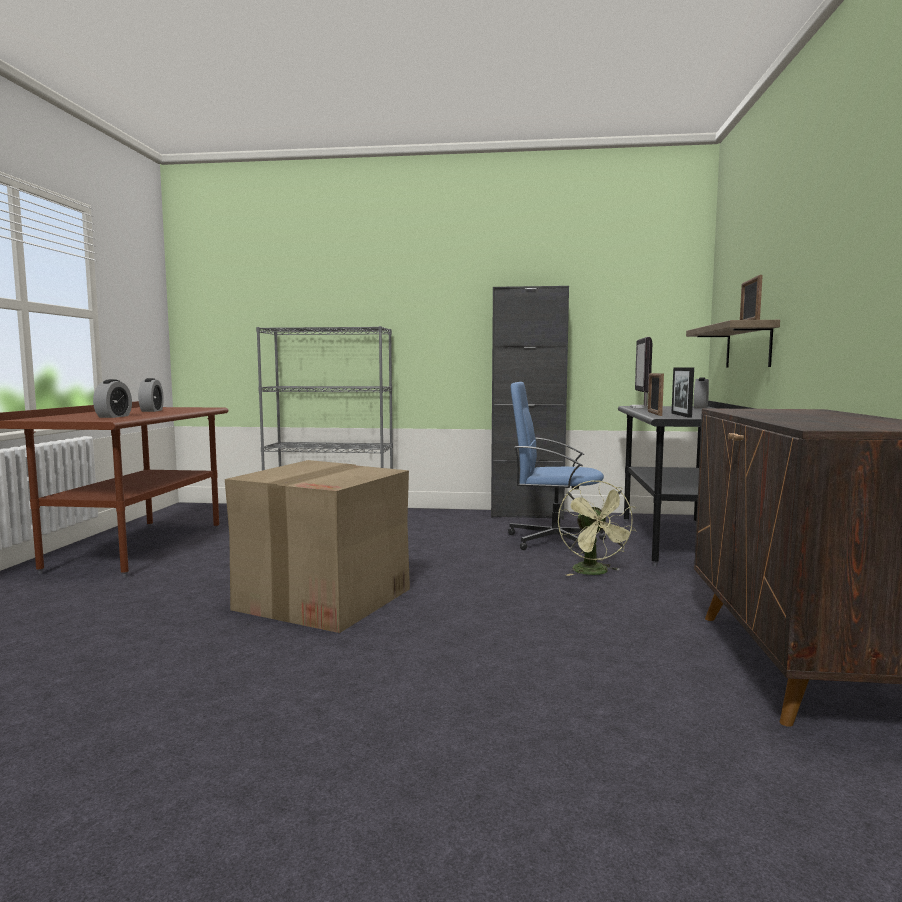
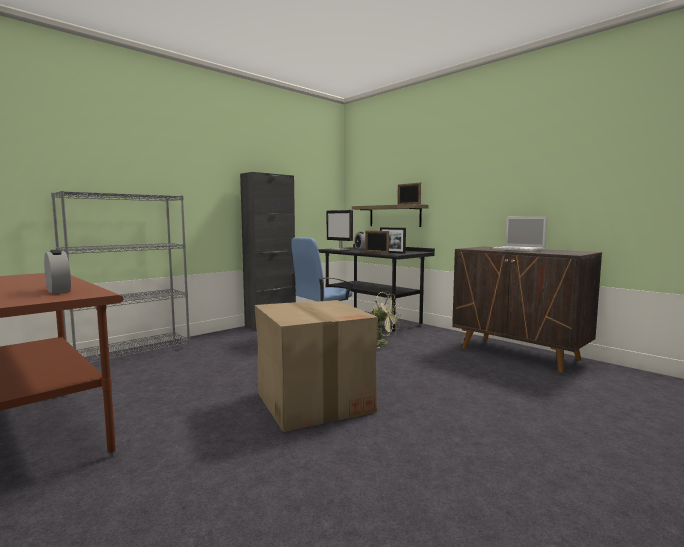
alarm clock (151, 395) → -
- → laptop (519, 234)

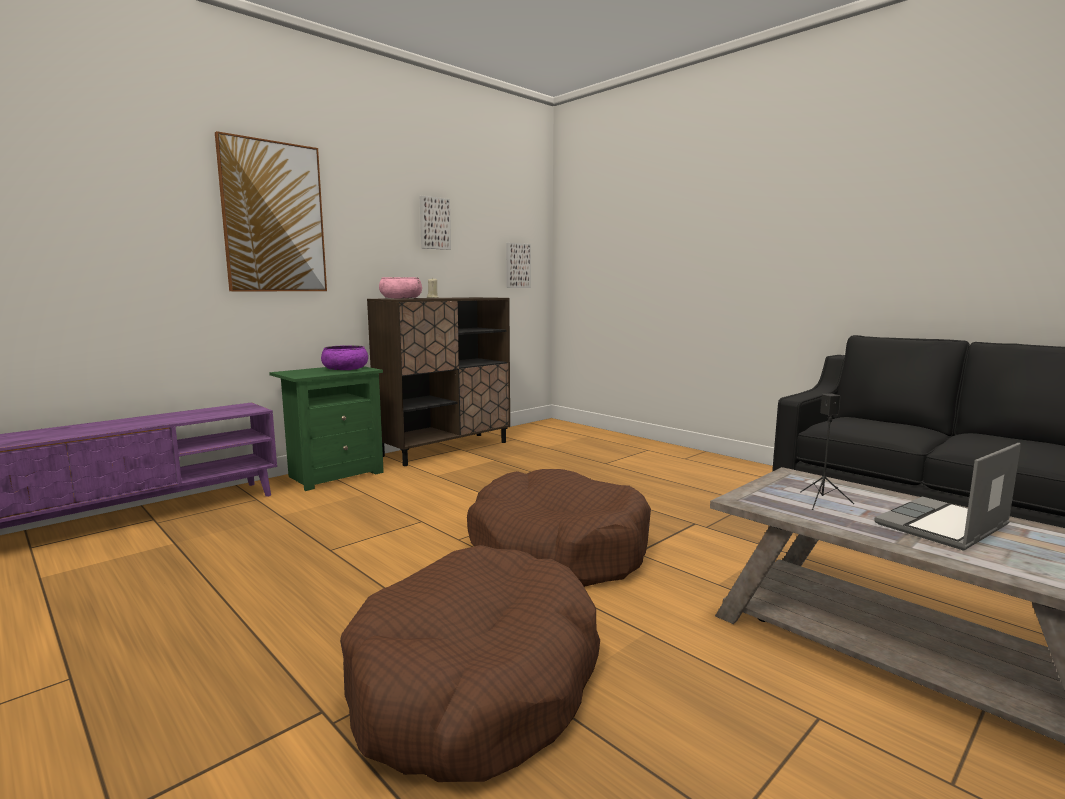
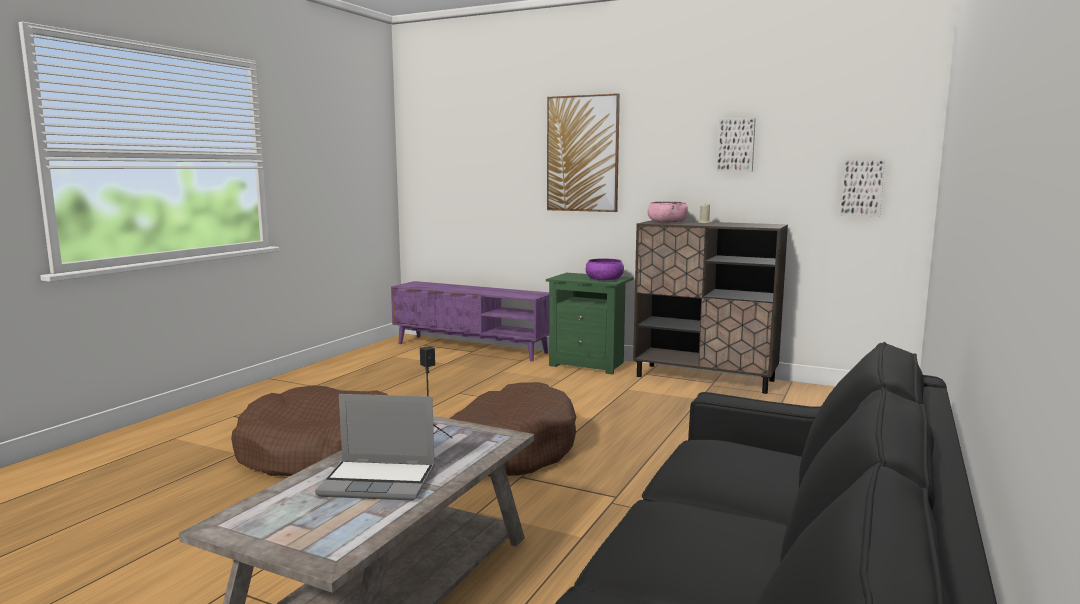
laptop (947, 497) → laptop (375, 447), 150 degrees clockwise

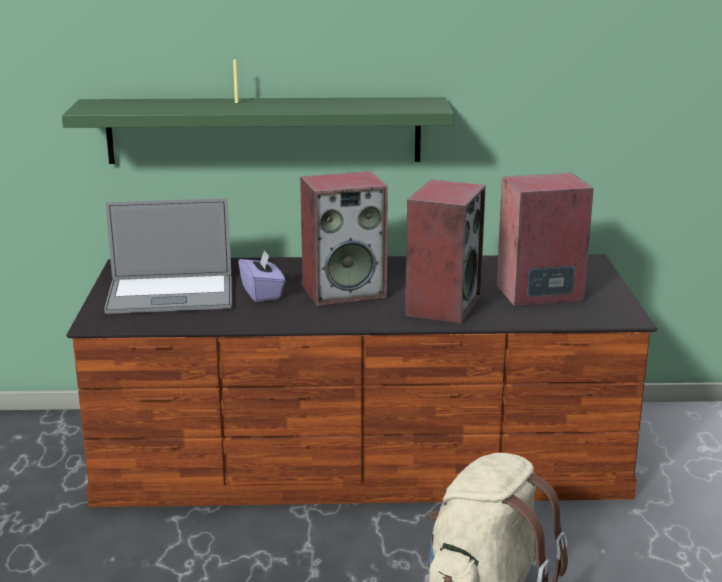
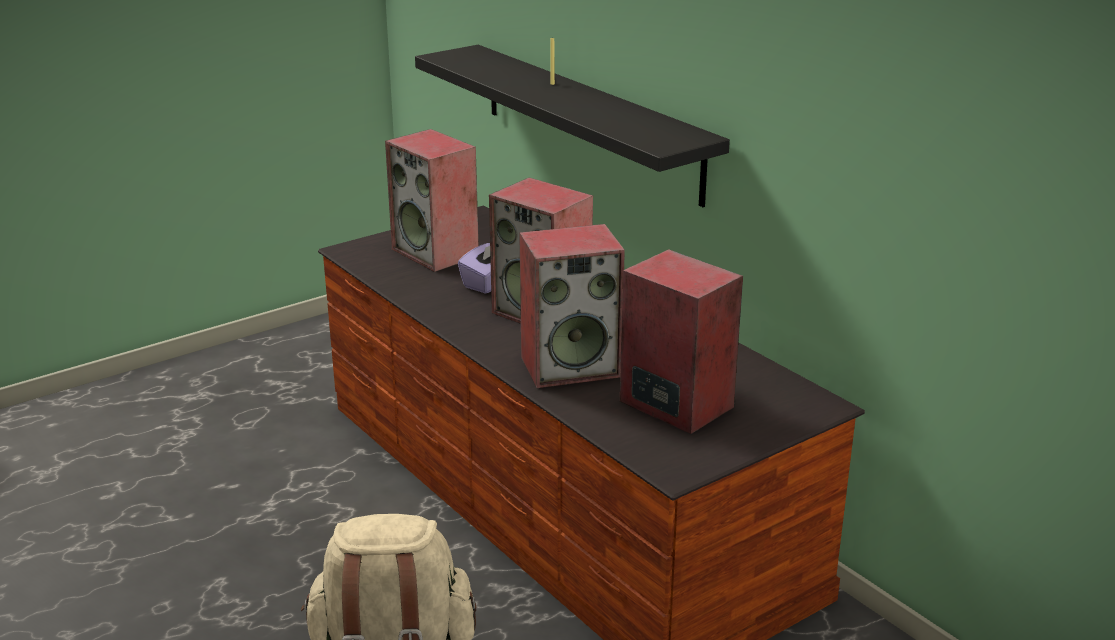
laptop (168, 256) → speaker (432, 200)
green shelf (258, 130) → black shelf (572, 126)

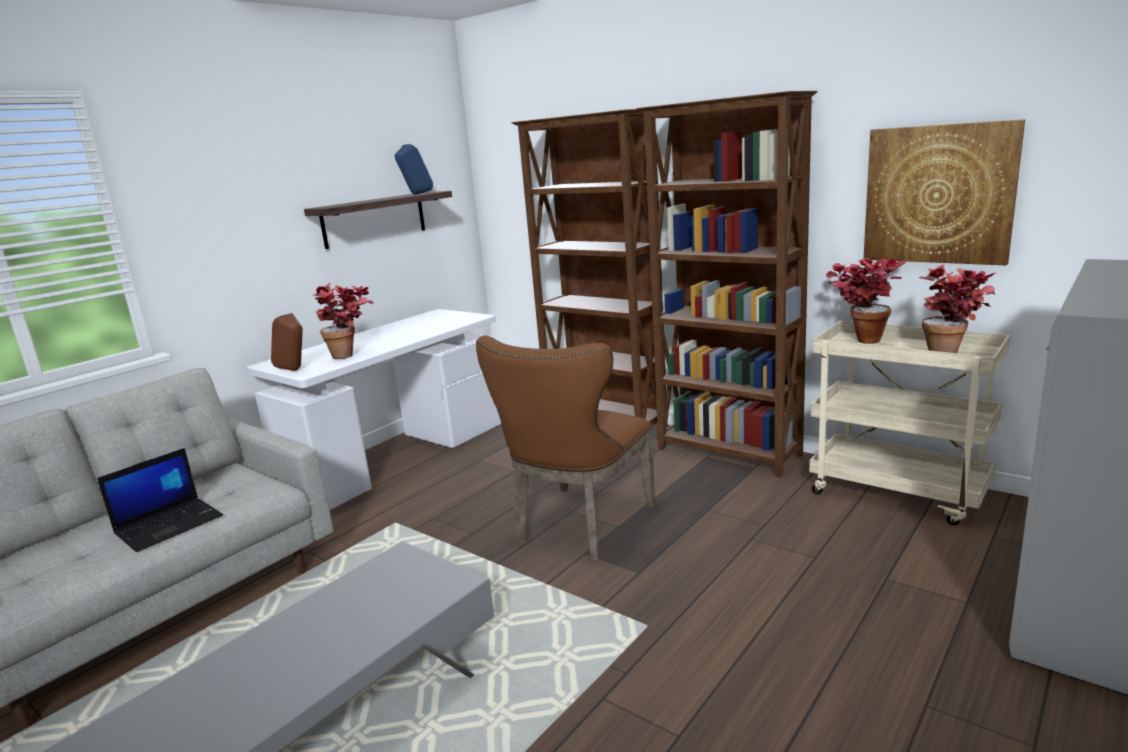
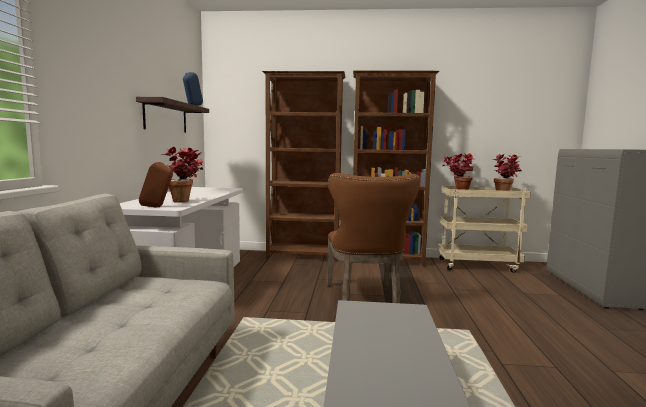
laptop (160, 500) → -
picture (944, 192) → -

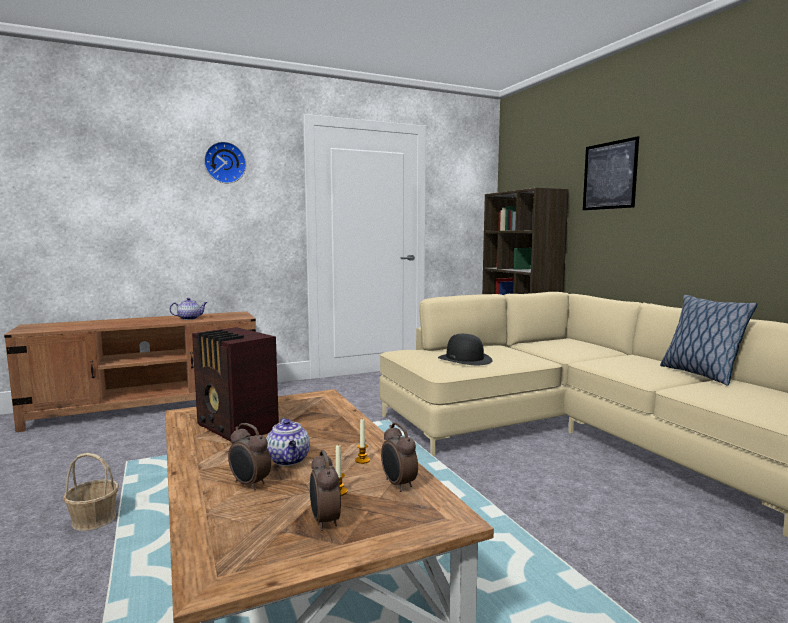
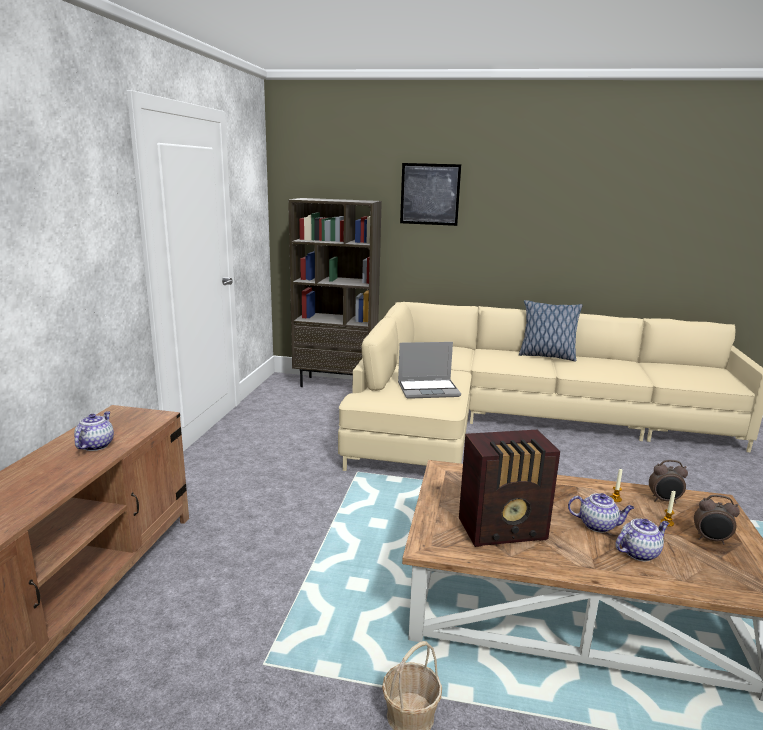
wall clock (225, 162) → -
alarm clock (249, 457) → teapot (642, 539)
black hat (465, 349) → laptop (429, 370)

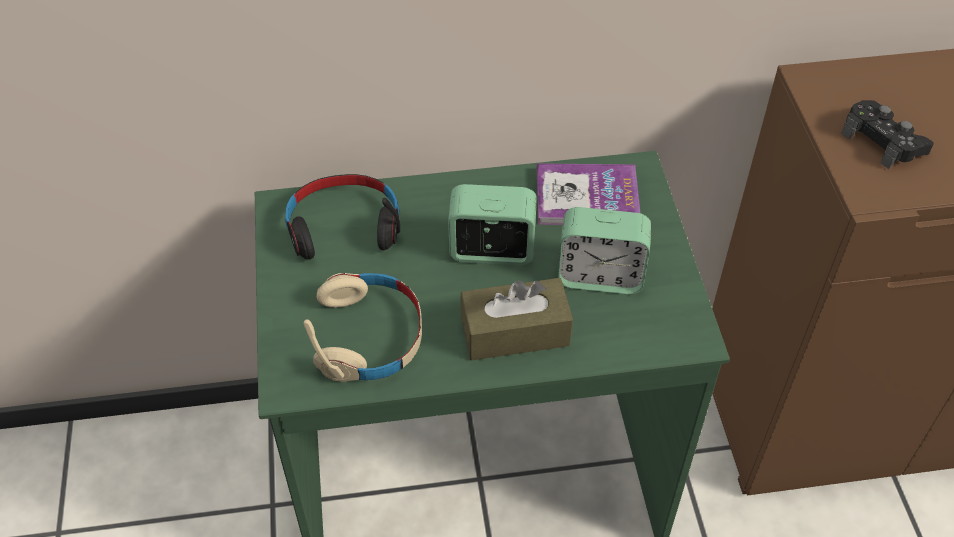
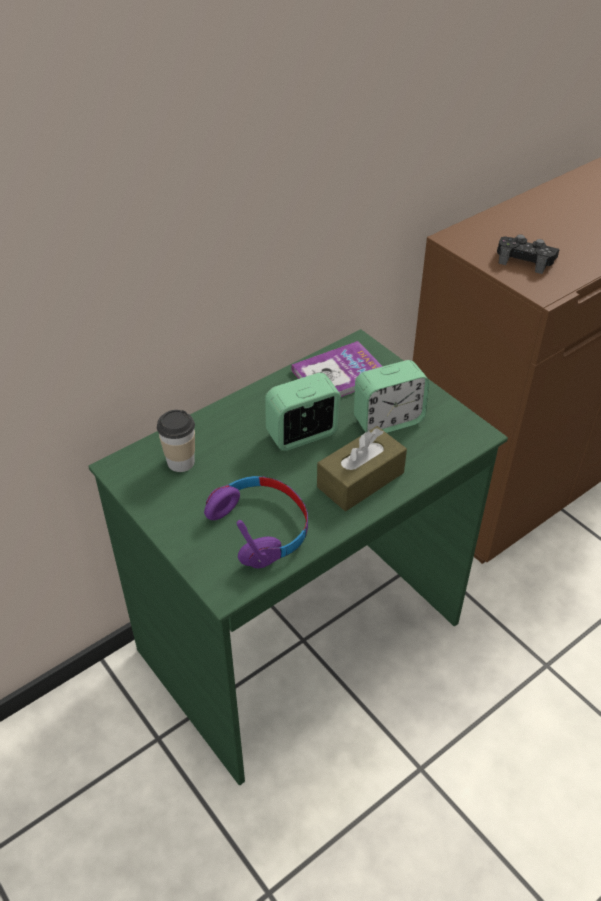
black headphones (342, 216) → cup (176, 441)
beige headphones (362, 327) → purple headphones (256, 522)

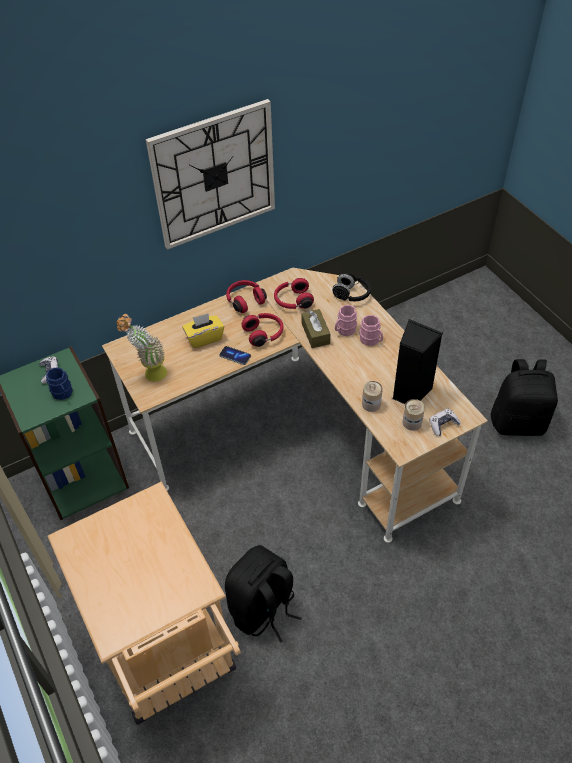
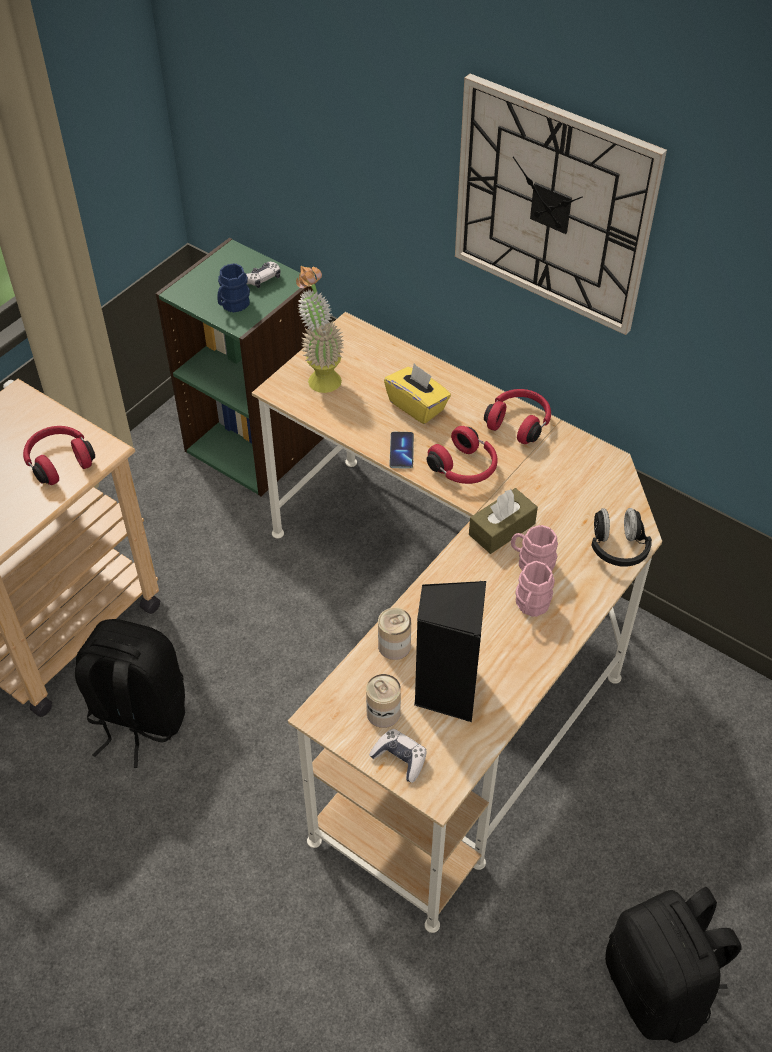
red headphones (294, 293) → red headphones (59, 455), relocated

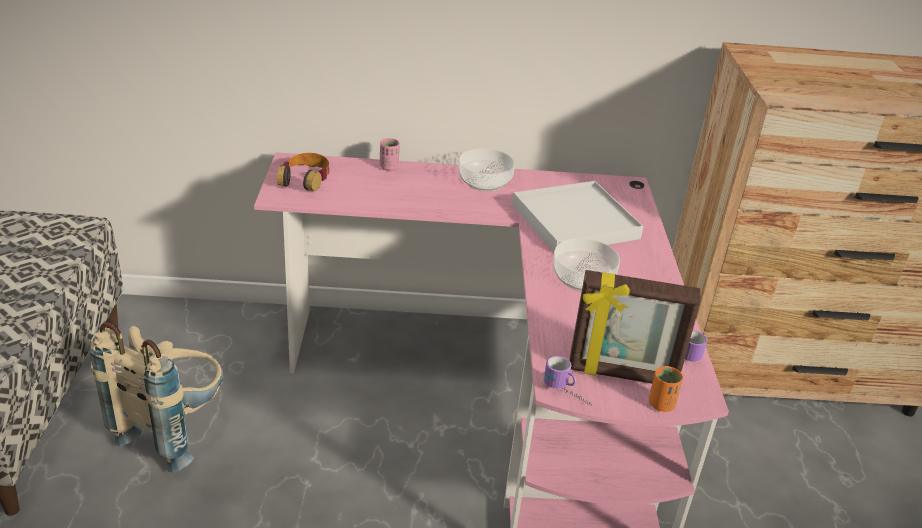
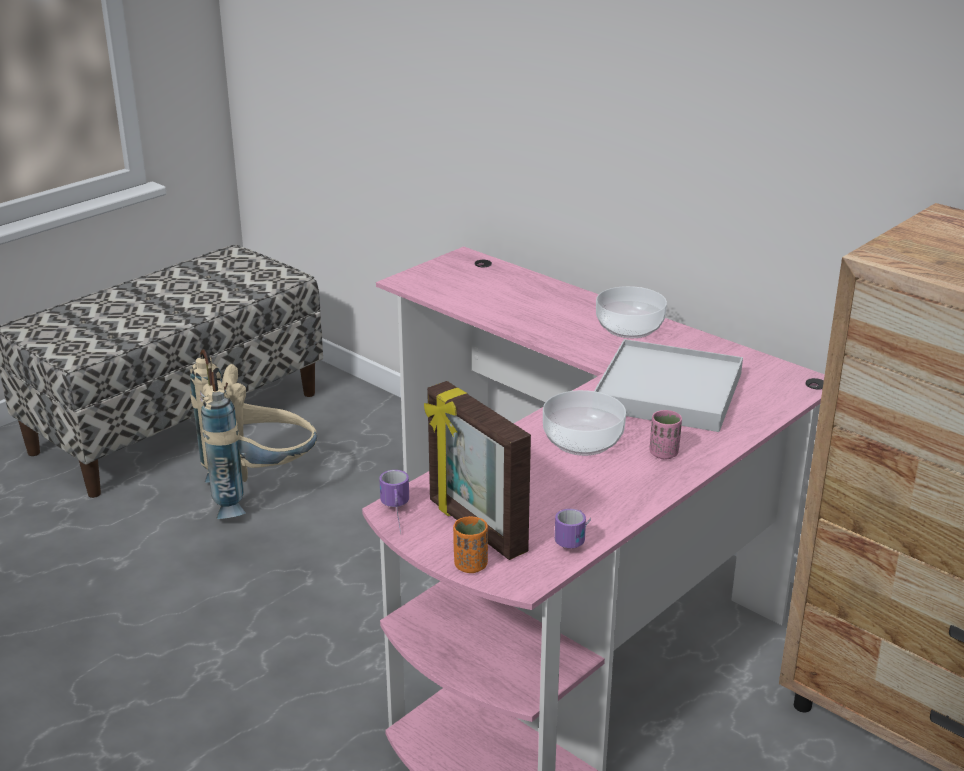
headphones (303, 172) → -
pink cup (390, 154) → pink cup (665, 434), relocated

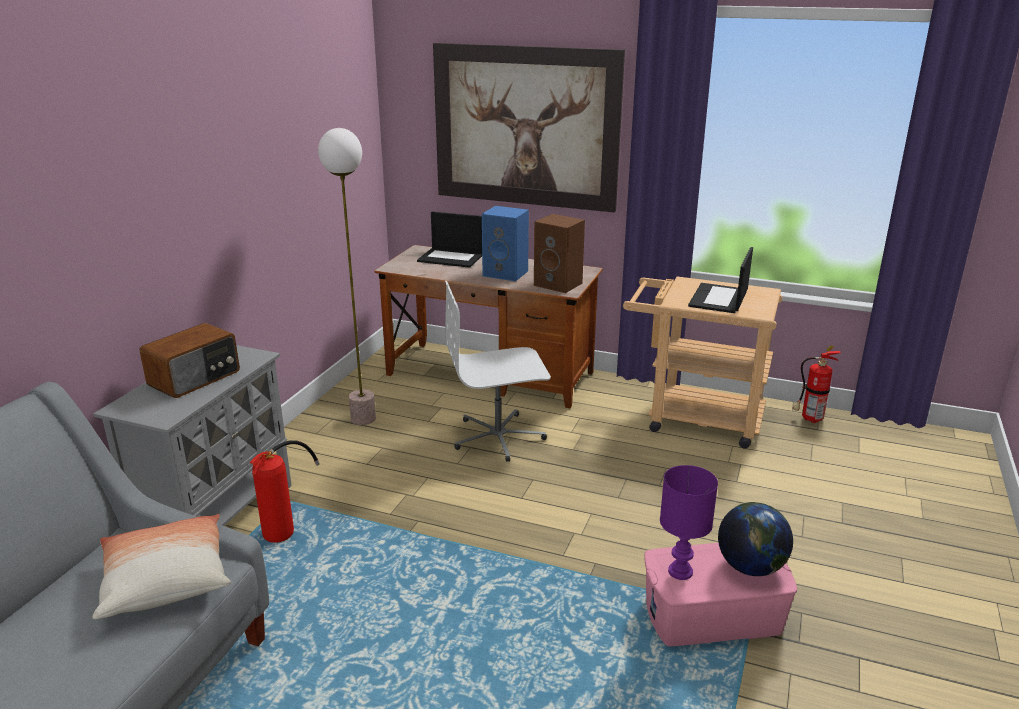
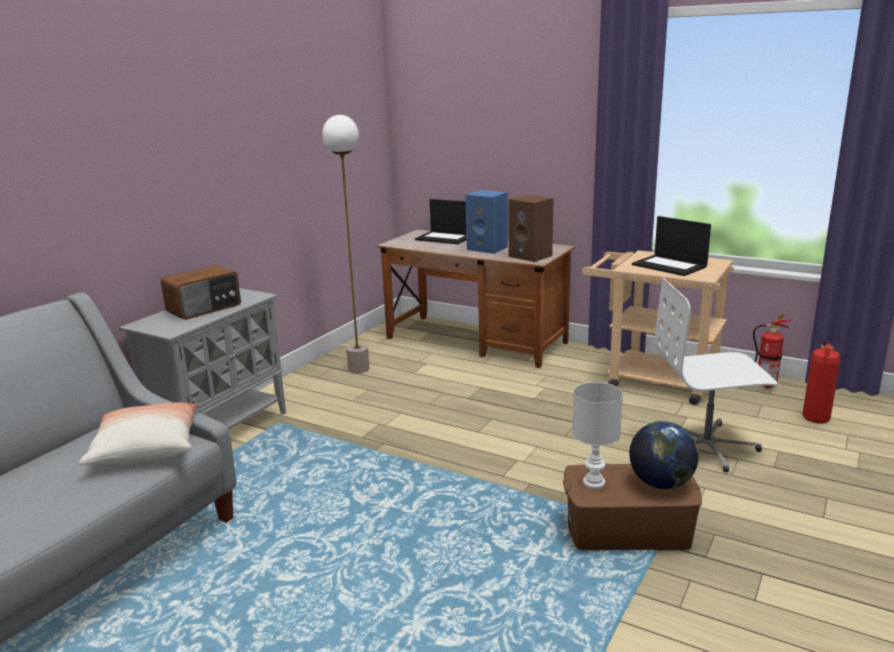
picture (529, 128) → -
fire extinguisher (285, 491) → fire extinguisher (821, 382), relocated
white office chair (498, 371) → white office chair (716, 375), relocated
pink storage box (720, 595) → brown storage box (632, 507)
purple table lamp (689, 522) → white table lamp (597, 435)
laptop (720, 280) → laptop (671, 246), 75 degrees counterclockwise

